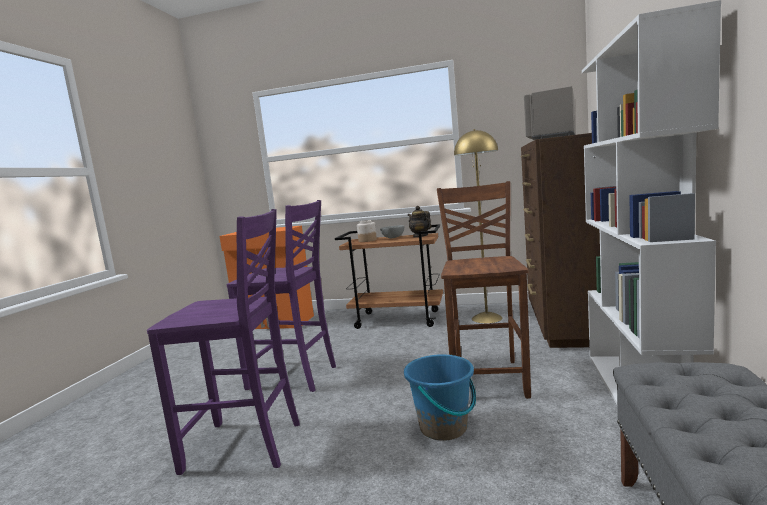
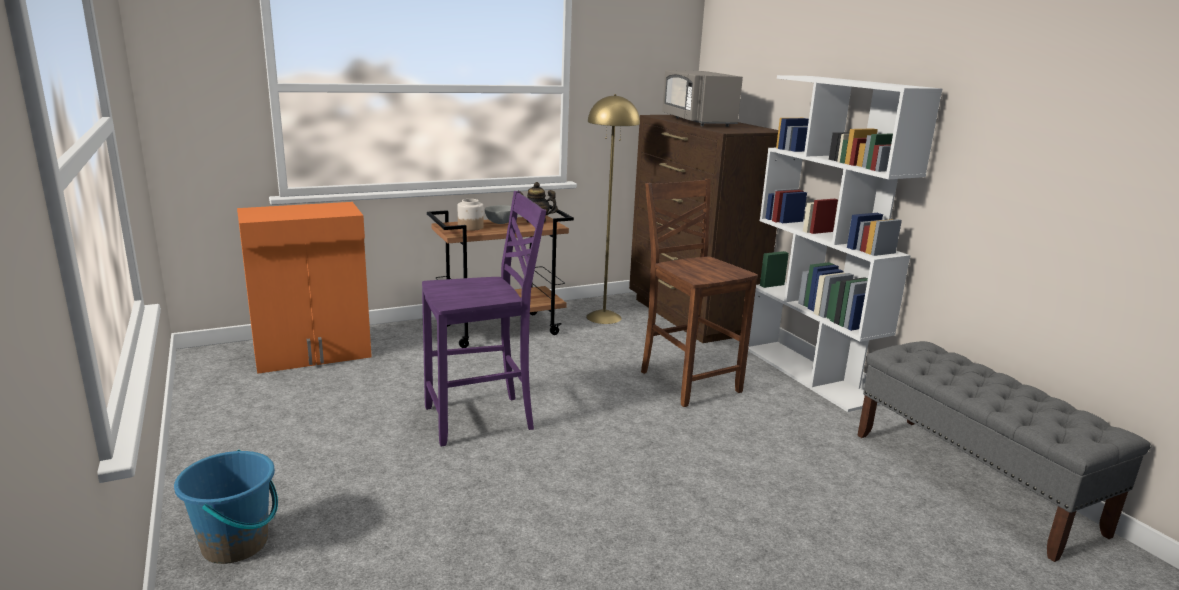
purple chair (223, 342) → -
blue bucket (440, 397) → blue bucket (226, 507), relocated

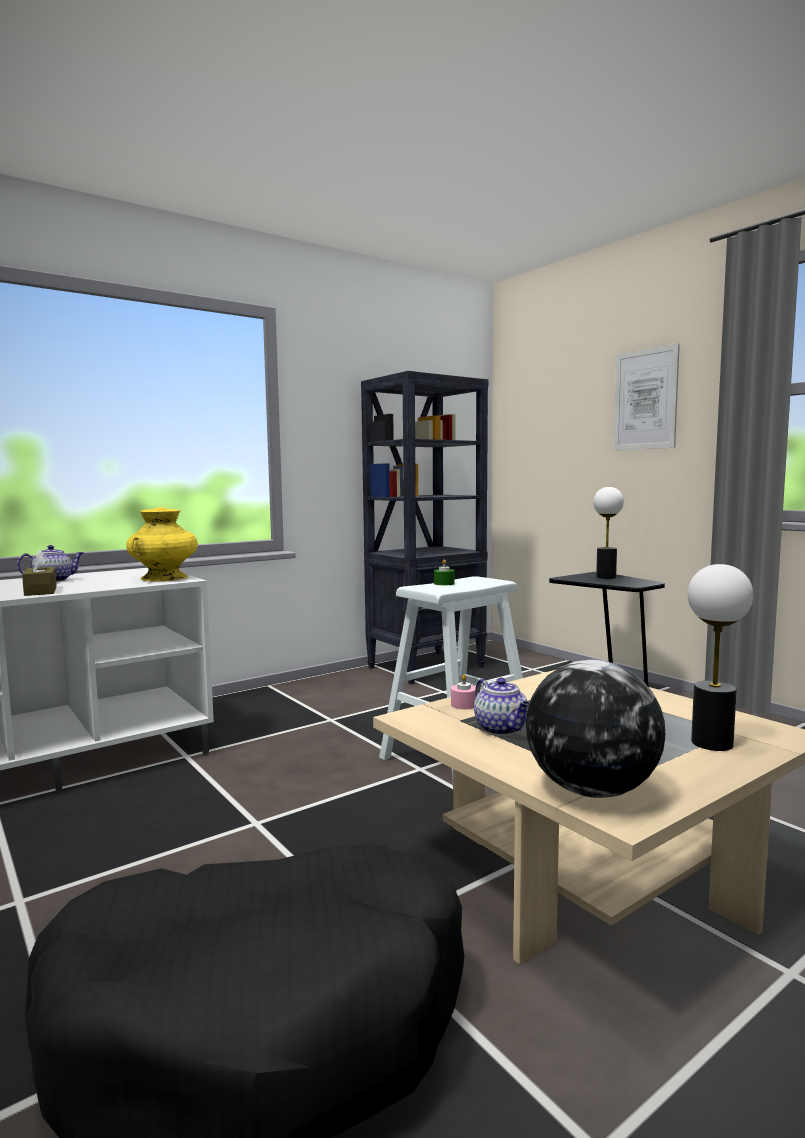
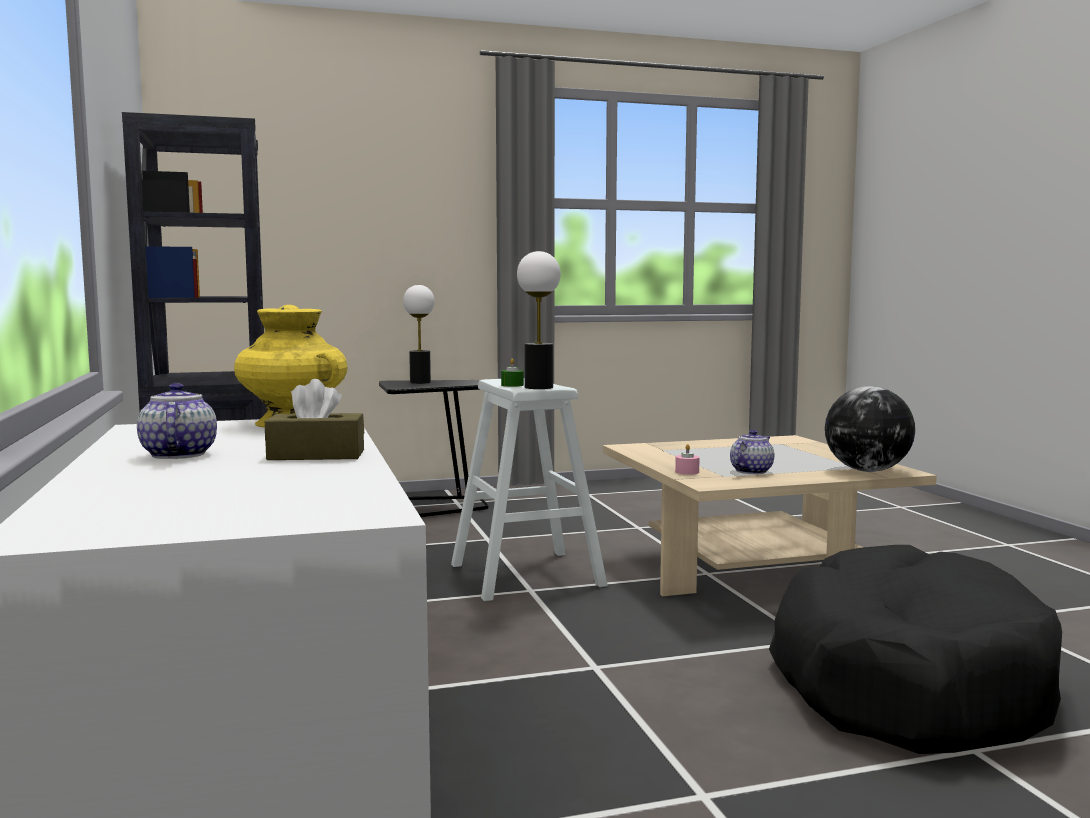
picture (646, 397) → -
table lamp (720, 657) → table lamp (539, 320), relocated
teapot (501, 706) → teapot (752, 452), 45 degrees counterclockwise

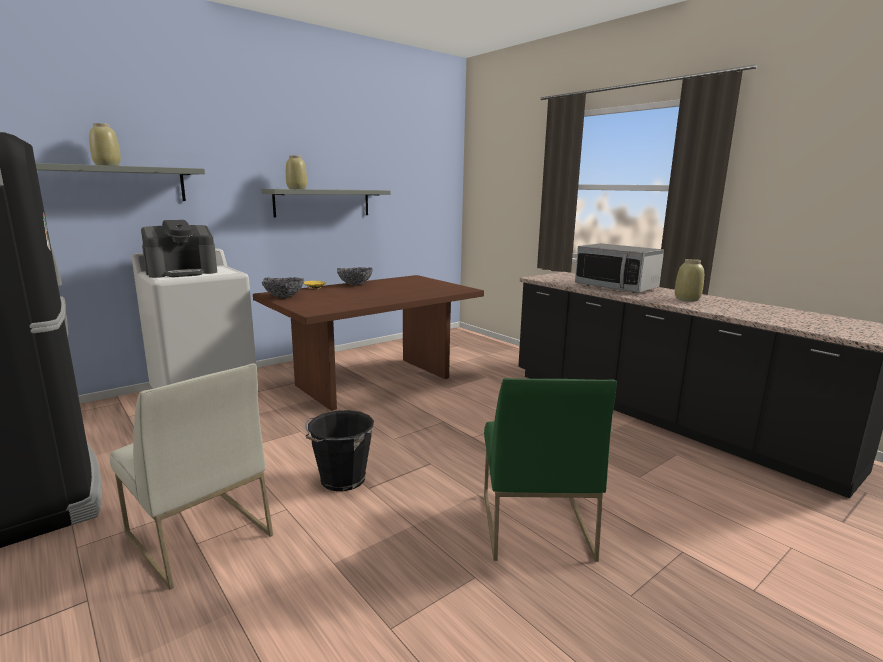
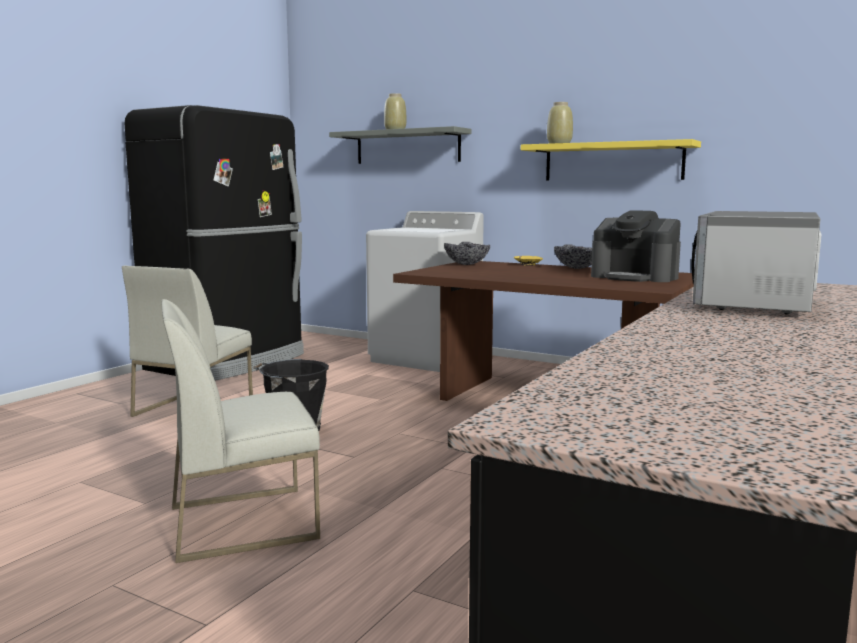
beige vase (689, 280) → -
coffee machine (179, 249) → coffee machine (636, 246), relocated
grey shelf (326, 203) → yellow shelf (611, 159)
green chair (550, 470) → white chair (240, 431)

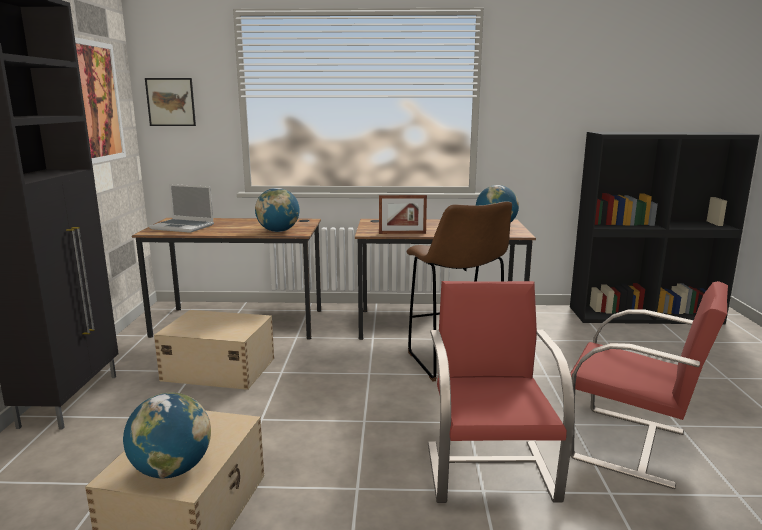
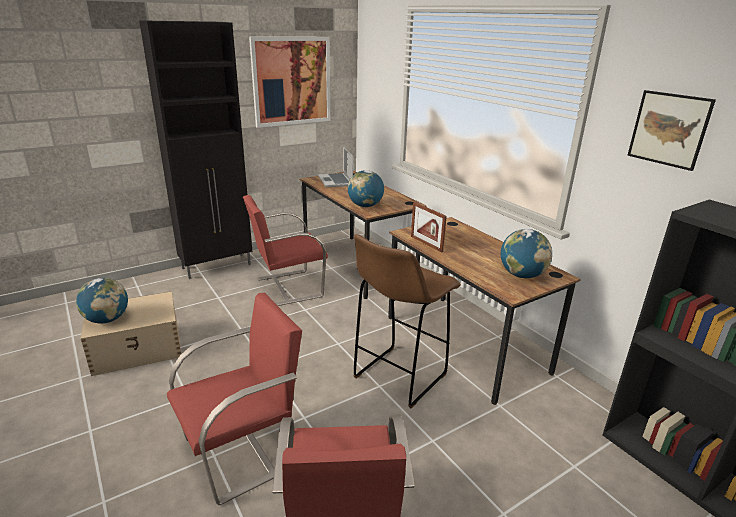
picture (170, 102) → picture (672, 130), relocated
beige storage box (214, 350) → red chair (285, 250)

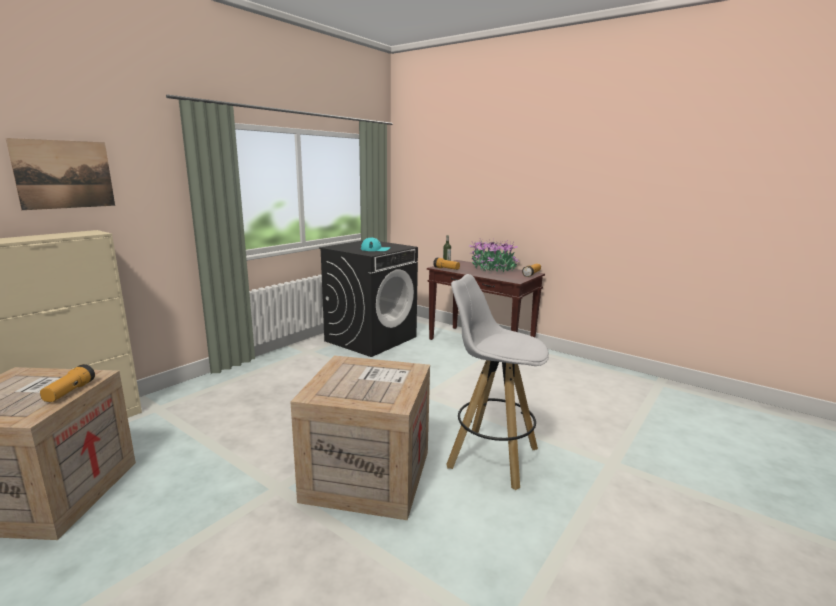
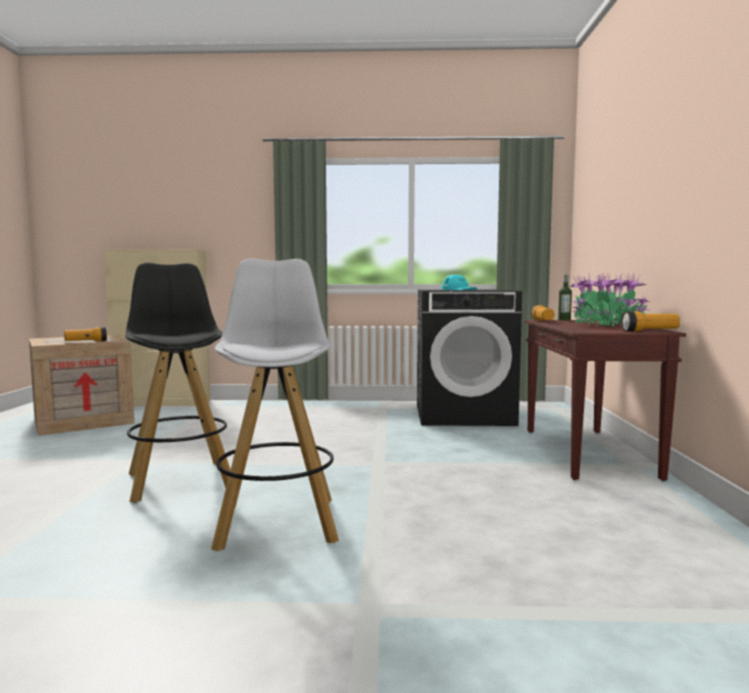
picture (60, 174) → -
crate (360, 437) → black stool (178, 383)

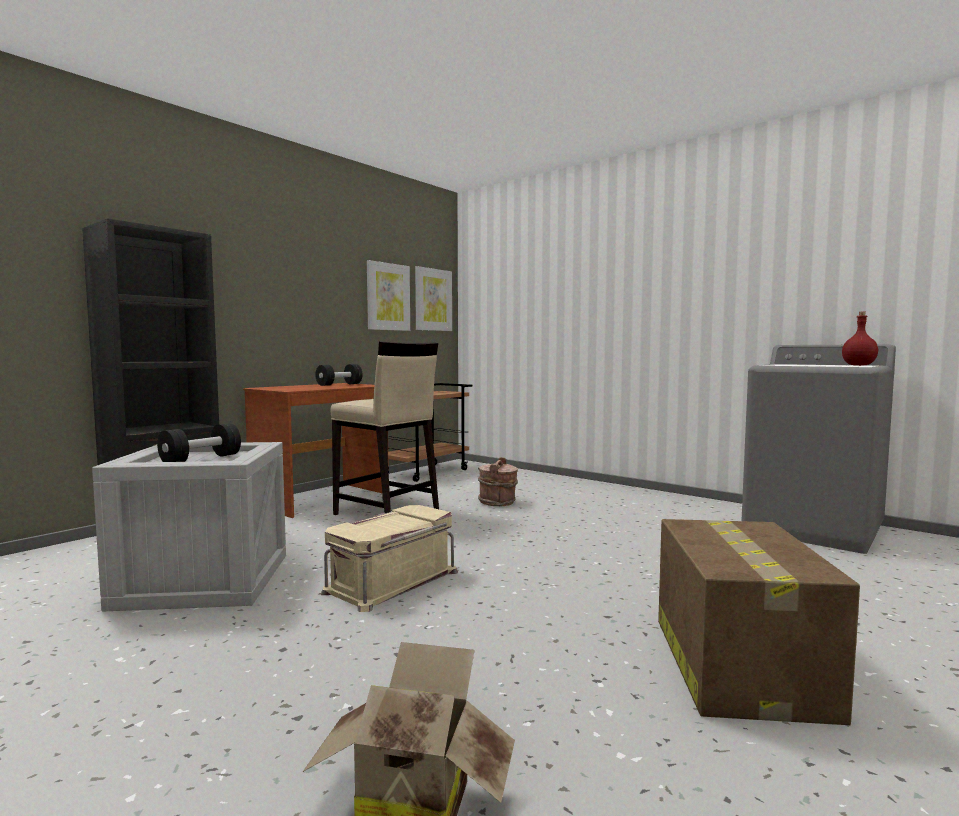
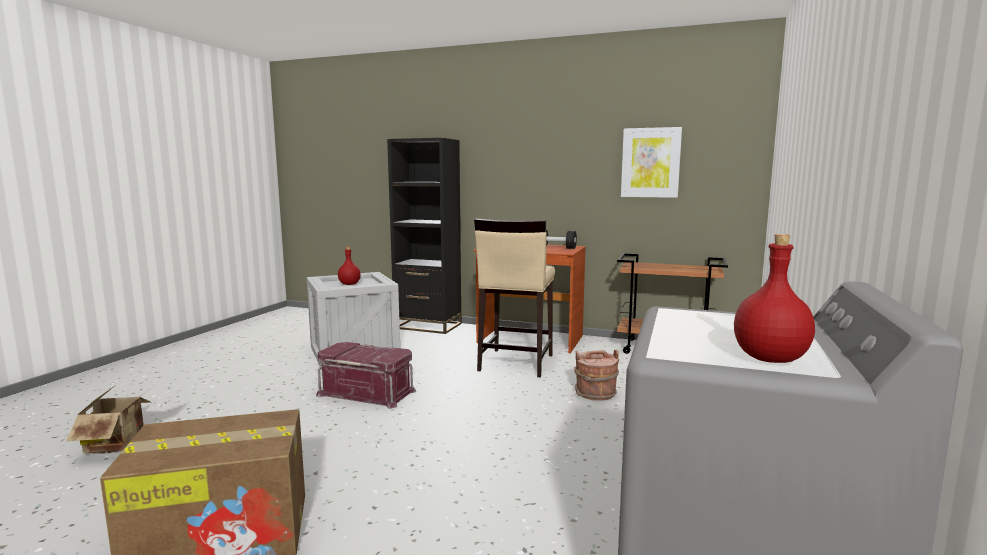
picture (433, 298) → -
black dumbbell (199, 442) → red bottle (349, 265)
beige storage box (389, 558) → red storage box (366, 375)

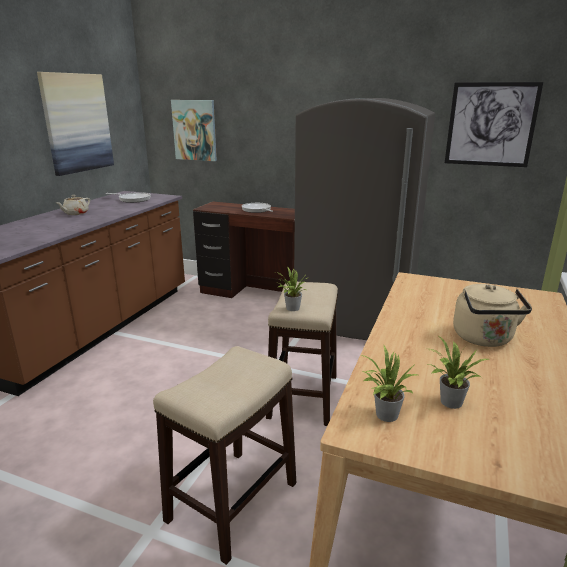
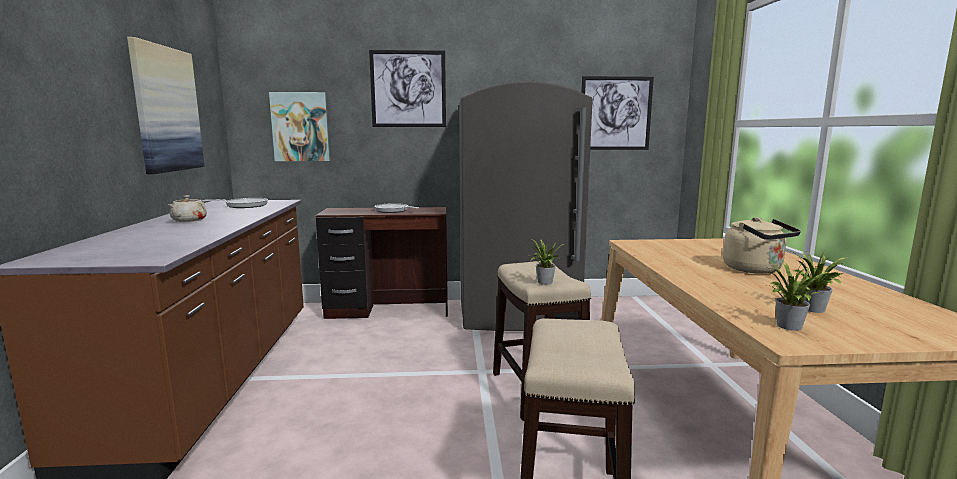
- → picture (407, 88)

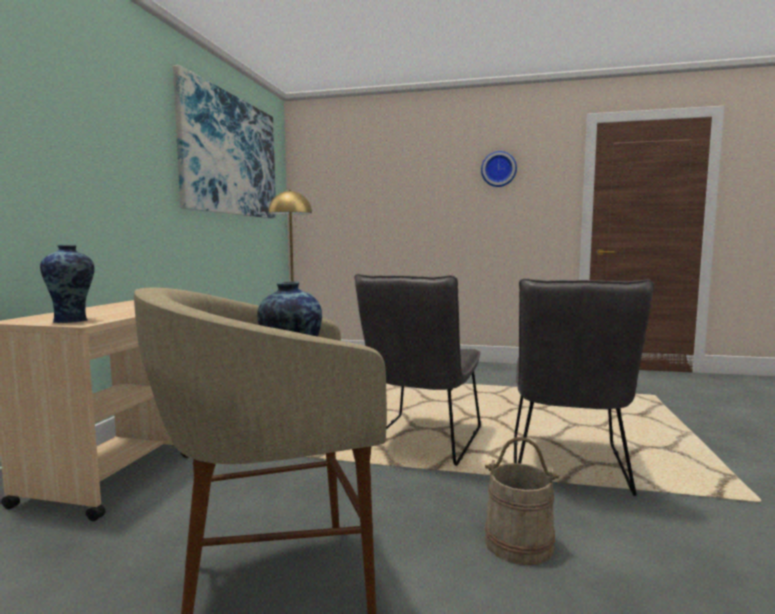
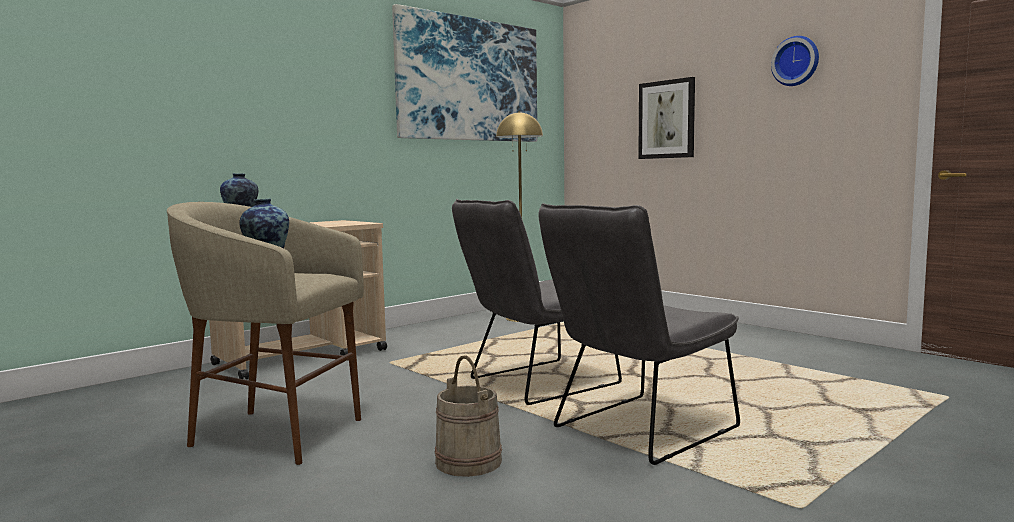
- → picture (666, 118)

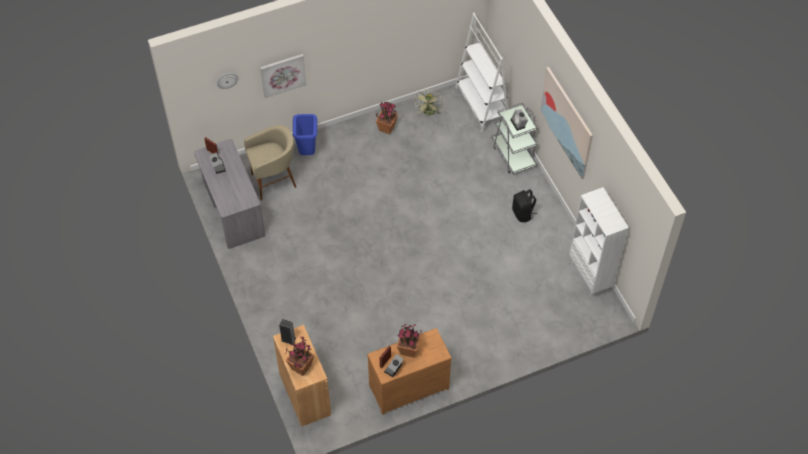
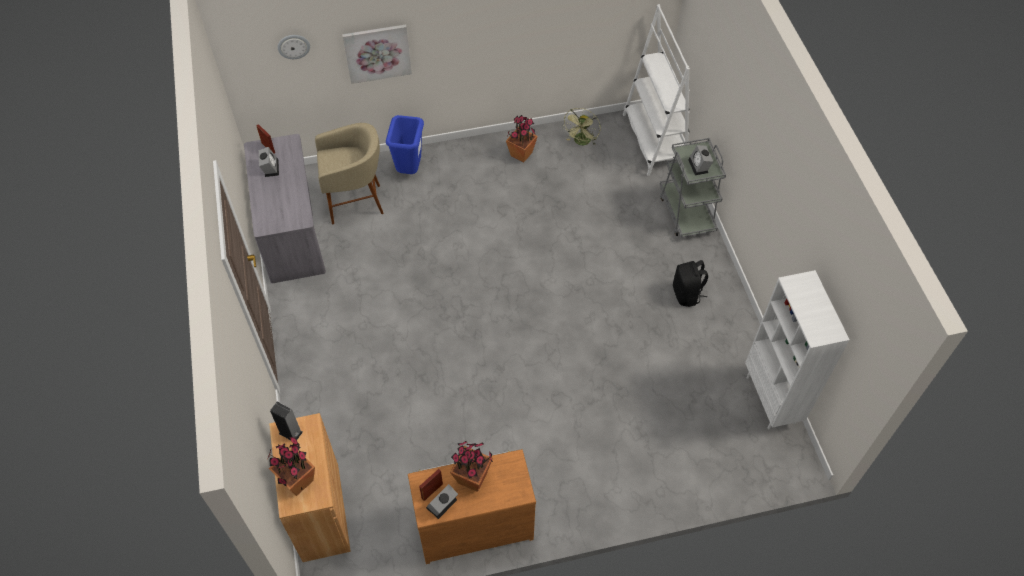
picture (566, 123) → -

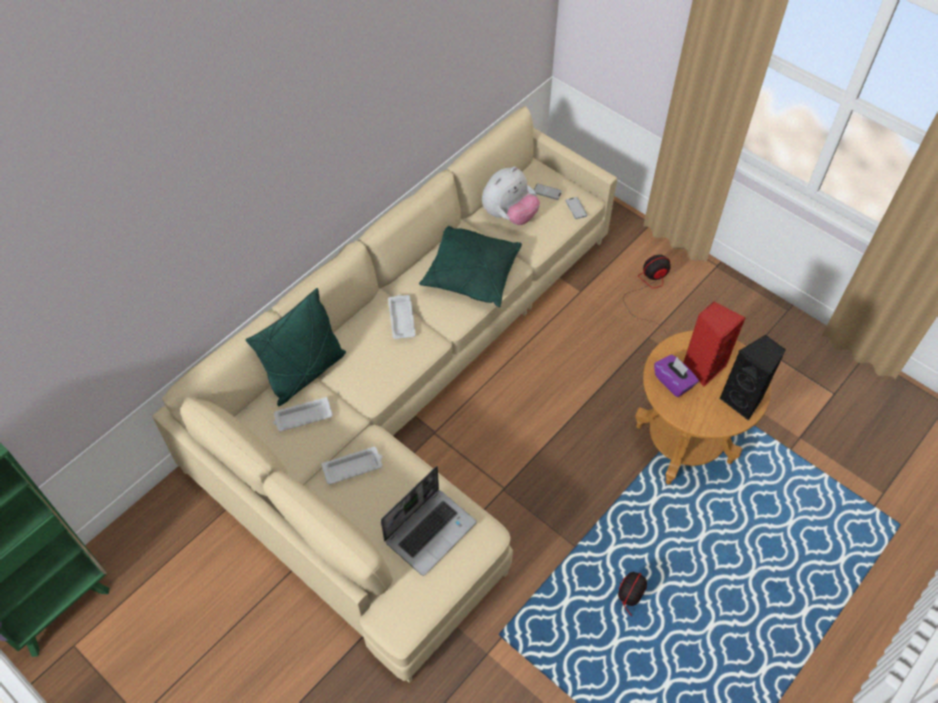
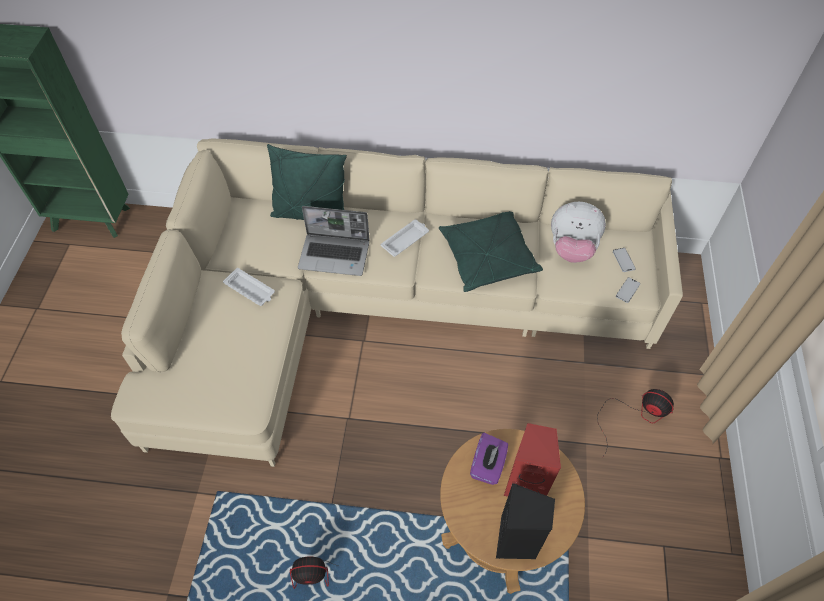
white tray (303, 414) → -
laptop (428, 521) → laptop (333, 241), relocated

